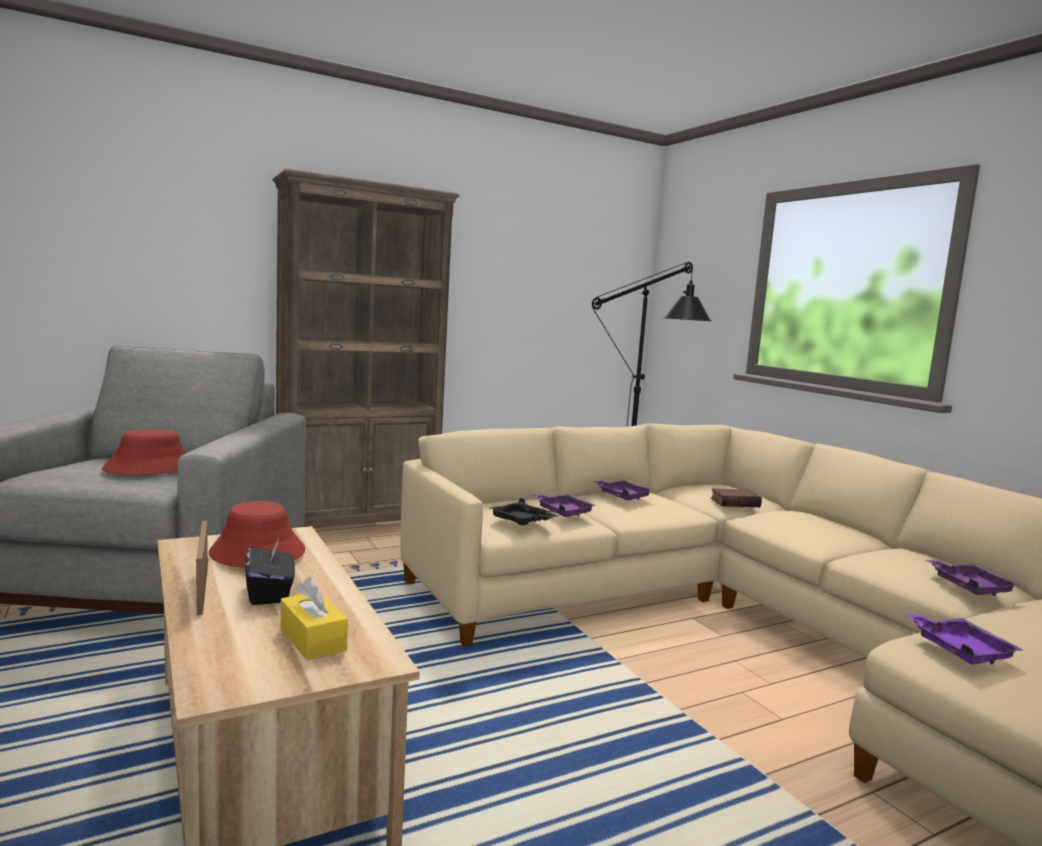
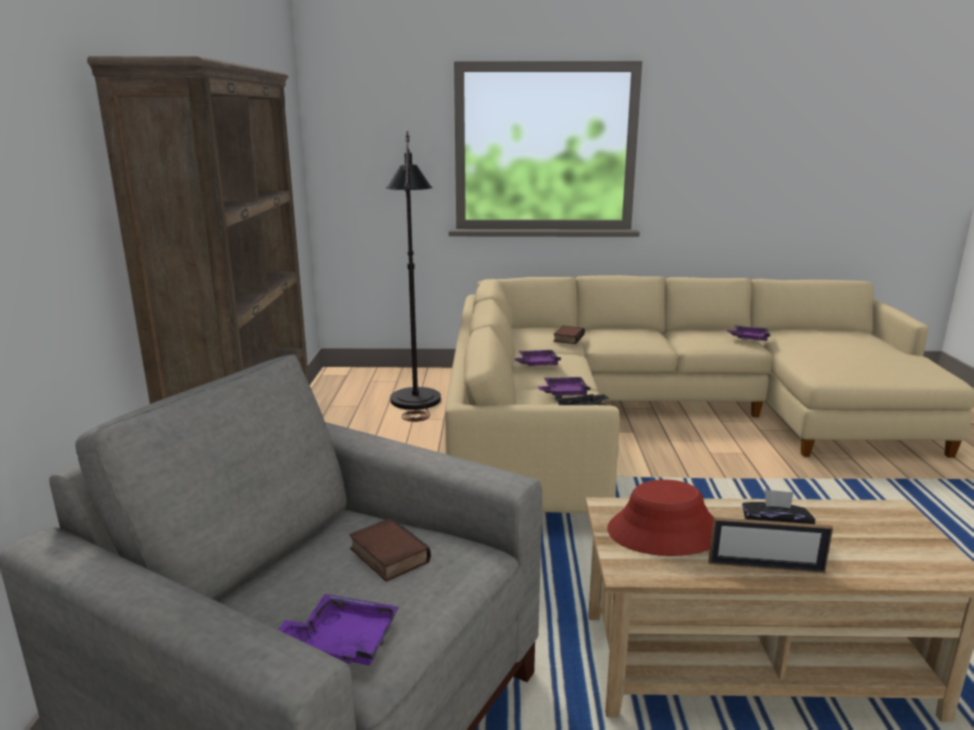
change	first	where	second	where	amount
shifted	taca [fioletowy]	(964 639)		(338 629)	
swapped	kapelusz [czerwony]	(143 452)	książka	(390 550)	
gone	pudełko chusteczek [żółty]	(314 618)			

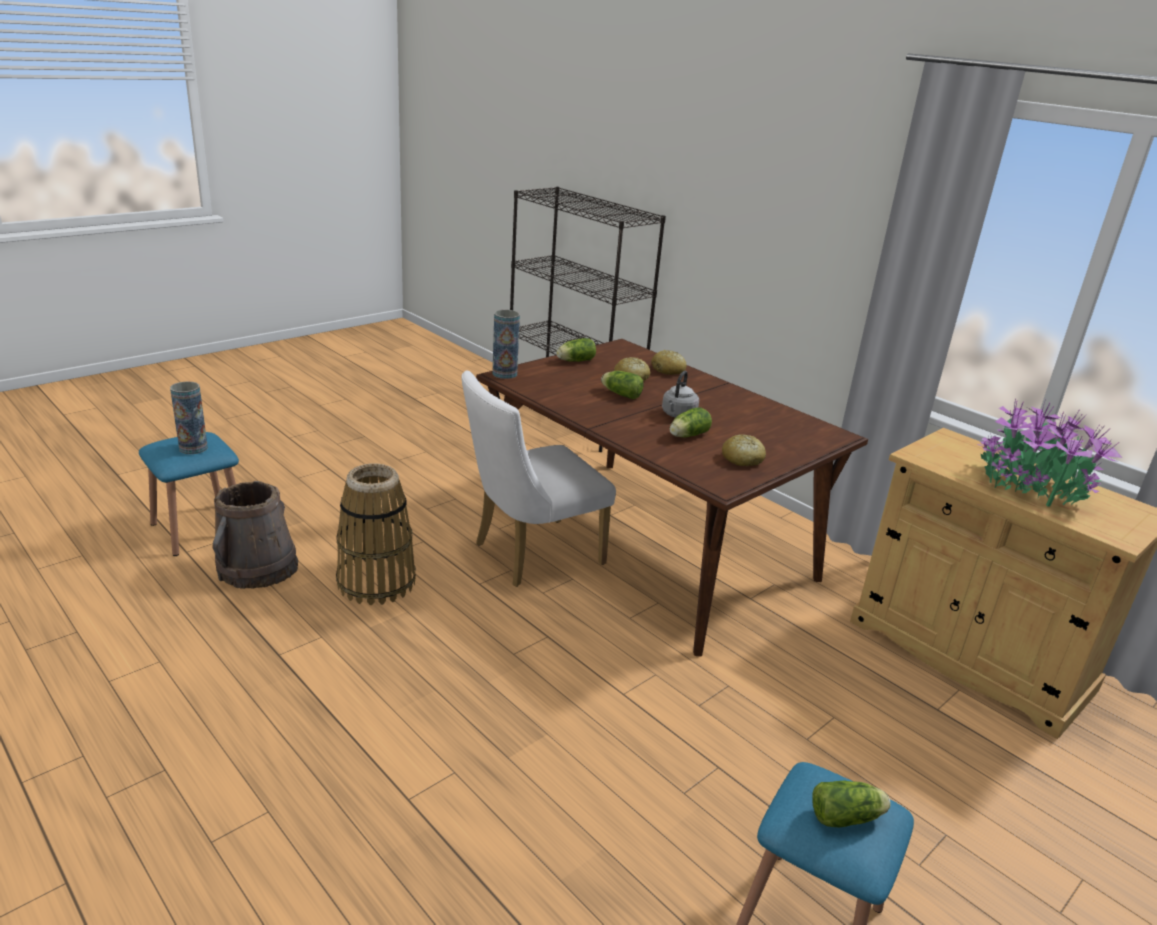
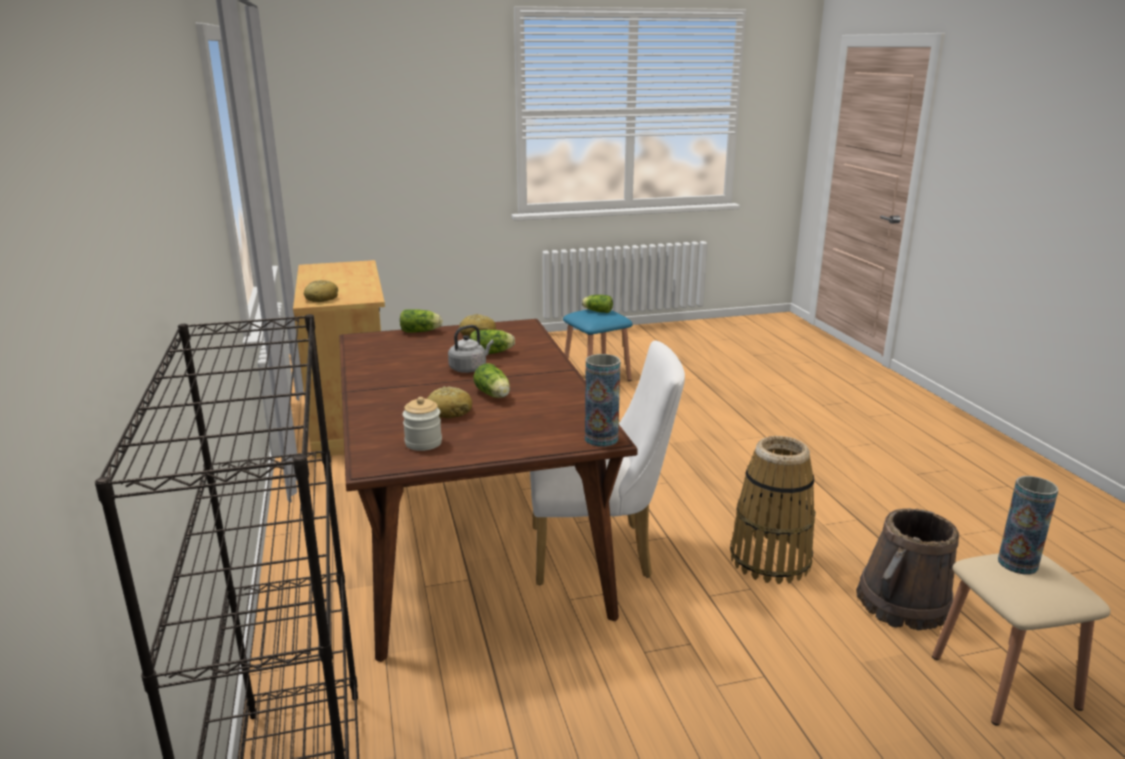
change	first	where	second	where	amount
shifted	chleb	(669 362)		(321 291)	
shifted	sałata	(576 350)		(421 321)	
new			słoik	(422 424)	
repainted	stołek [niebieski]	(189 494)	stołek [beżowy]	(1021 639)	
gone	roślina doniczkowa	(1050 452)			

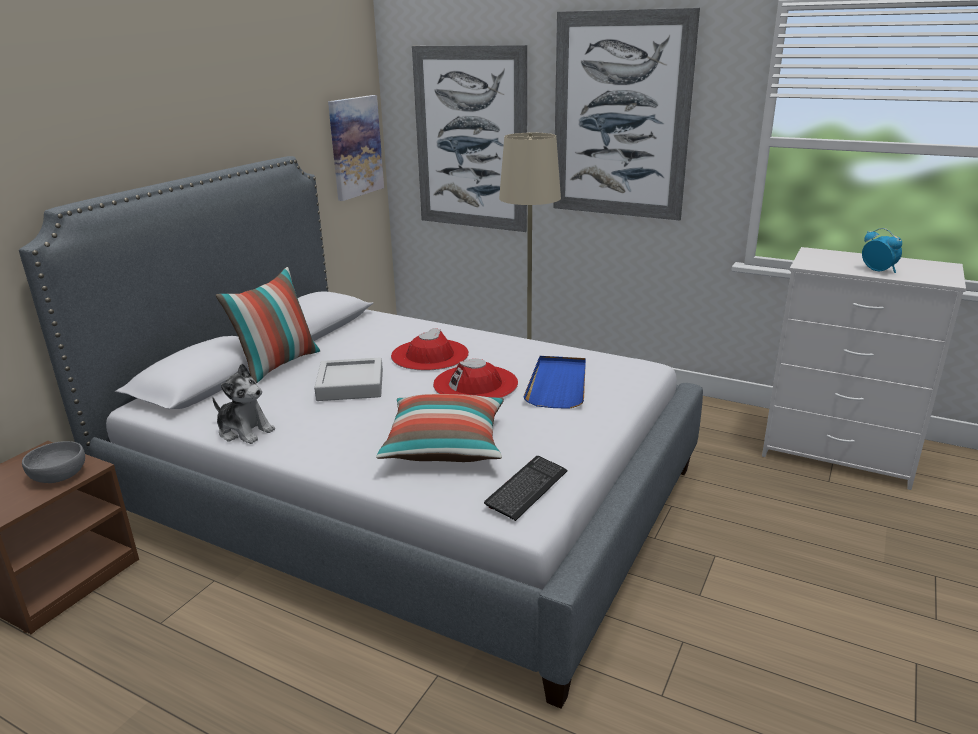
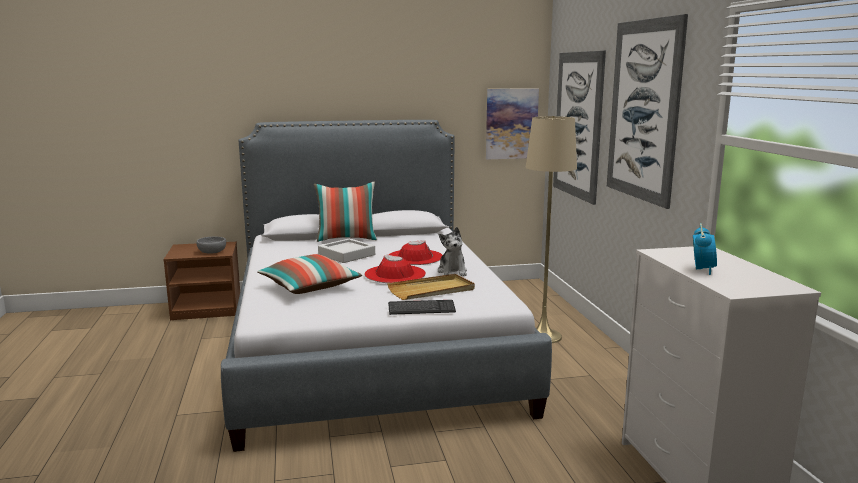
change	first	where	second	where	amount
repainted	taca [niebieski]	(554 382)	taca [beżowy]	(431 287)	
shifted	klawiatura	(526 488)		(422 307)	
shifted	pluszak	(243 404)		(452 251)	

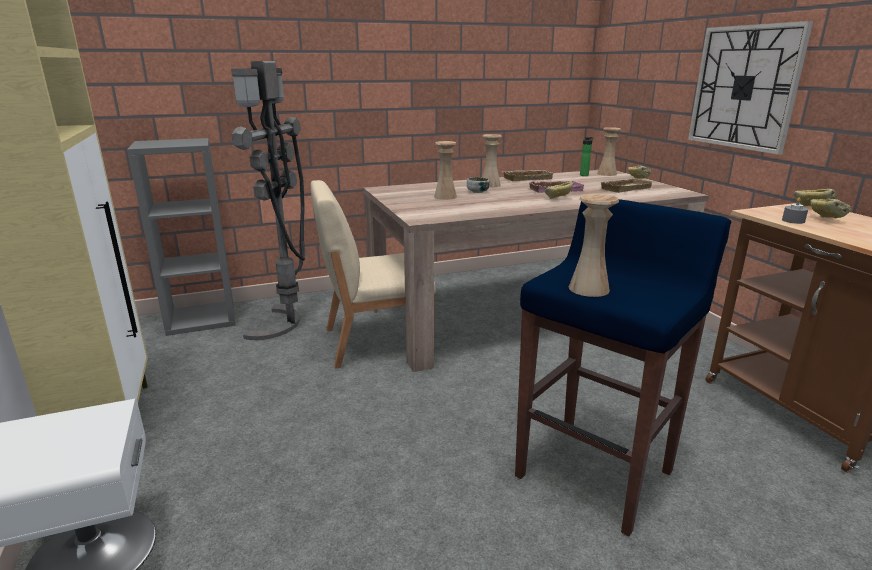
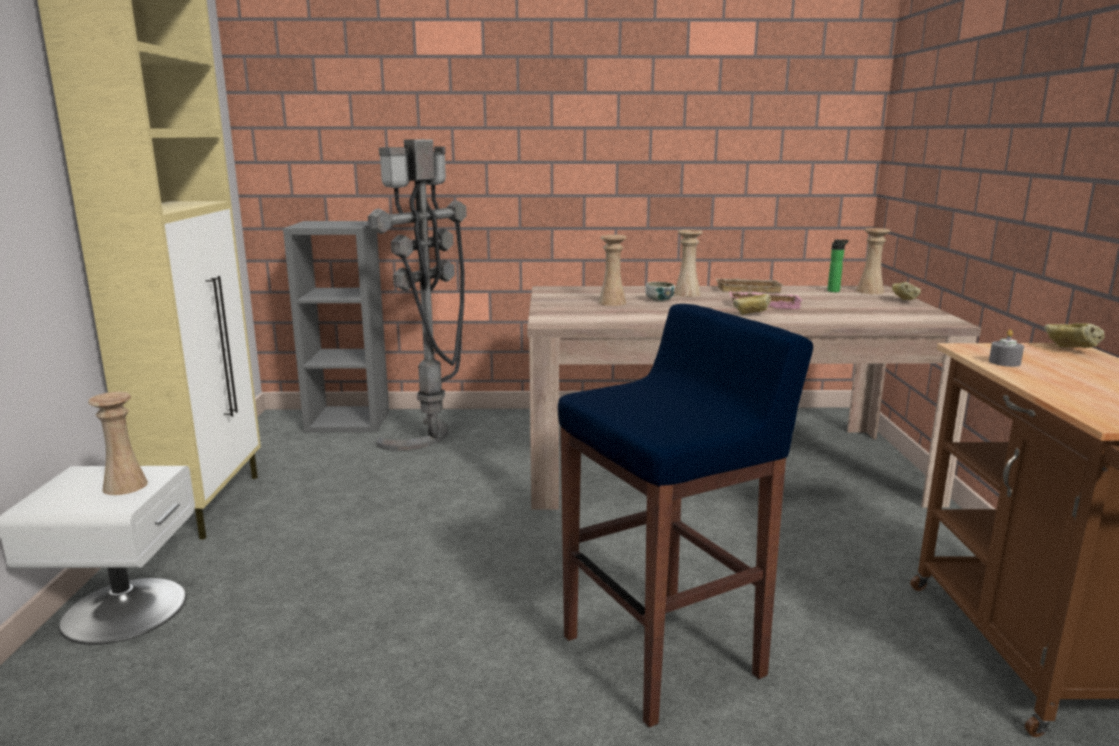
change	first	where	second	where	amount
shifted	wazon [beżowy]	(594 245)		(118 443)	
gone	krzesło [beżowy]	(373 274)			
gone	taca [beżowy]	(627 185)			
gone	zegar ścienny	(750 88)			
gone	chleb	(830 208)			

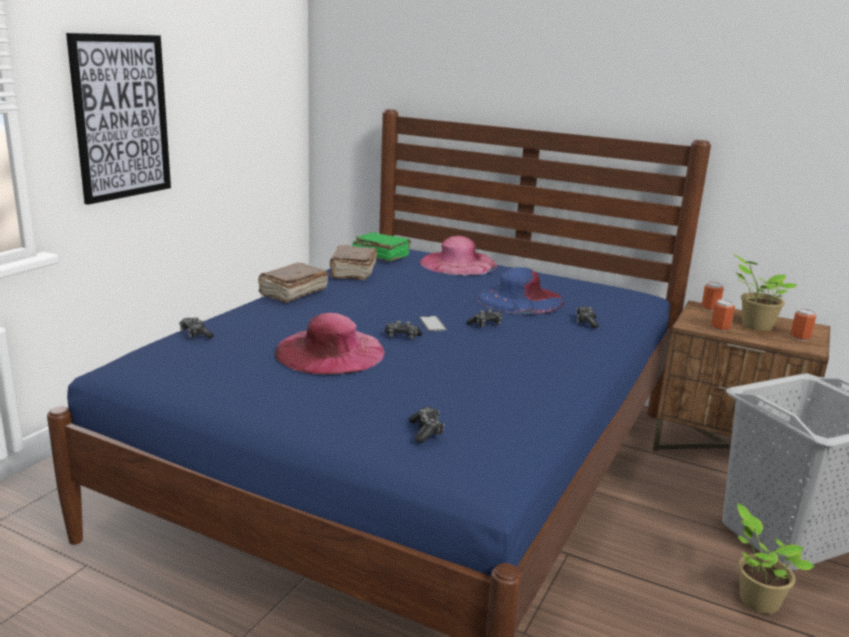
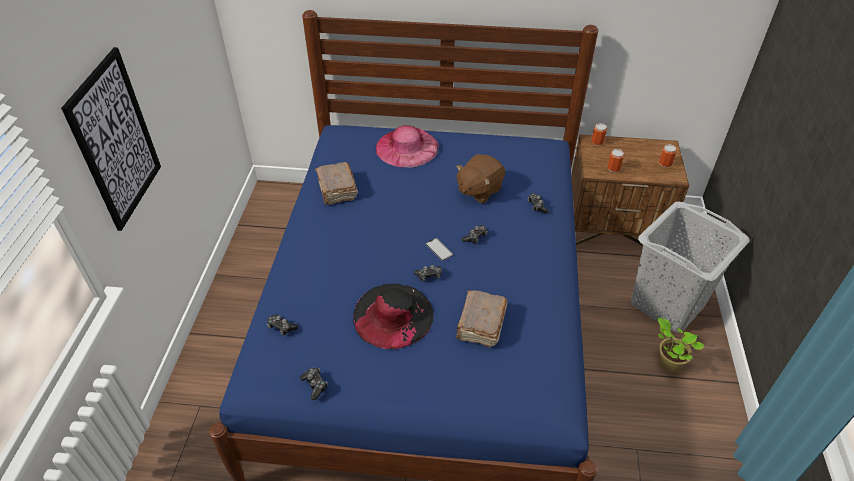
change	first	where	second	where	amount
shifted	pad do gier	(427 425)		(314 383)	
repainted	kapelusz [różowy]	(329 344)	kapelusz [czarny]	(393 316)	
swapped	kapelusz [niebieski]	(520 291)	pluszak [brązowy]	(480 178)	
shifted	książka [brązowy]	(293 283)		(481 319)	
gone	książka [zielony]	(381 246)			
gone	roślina doniczkowa	(765 292)			

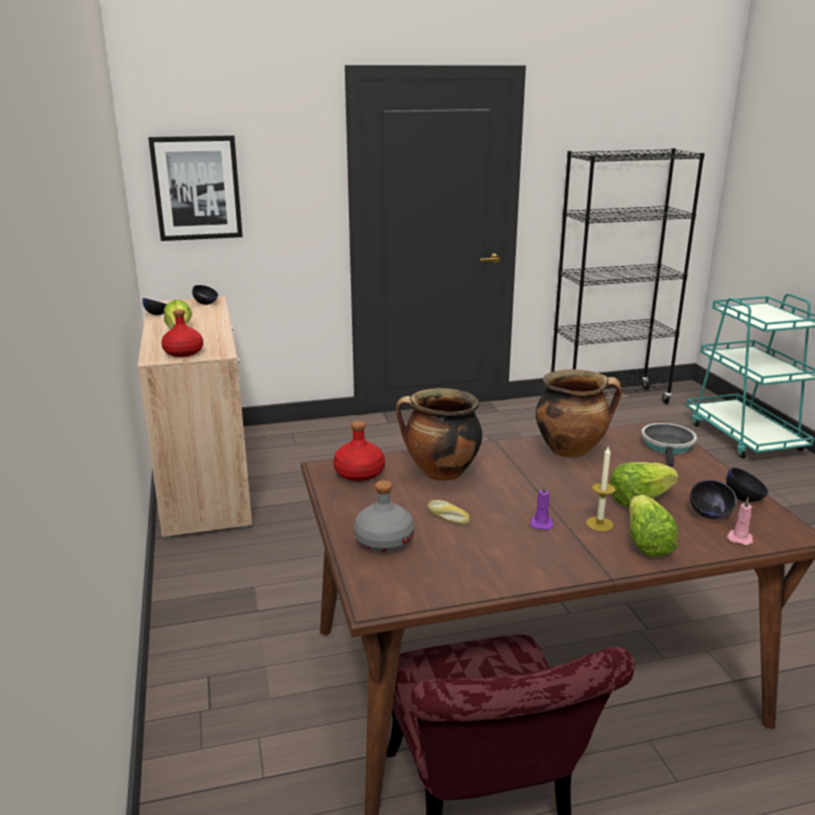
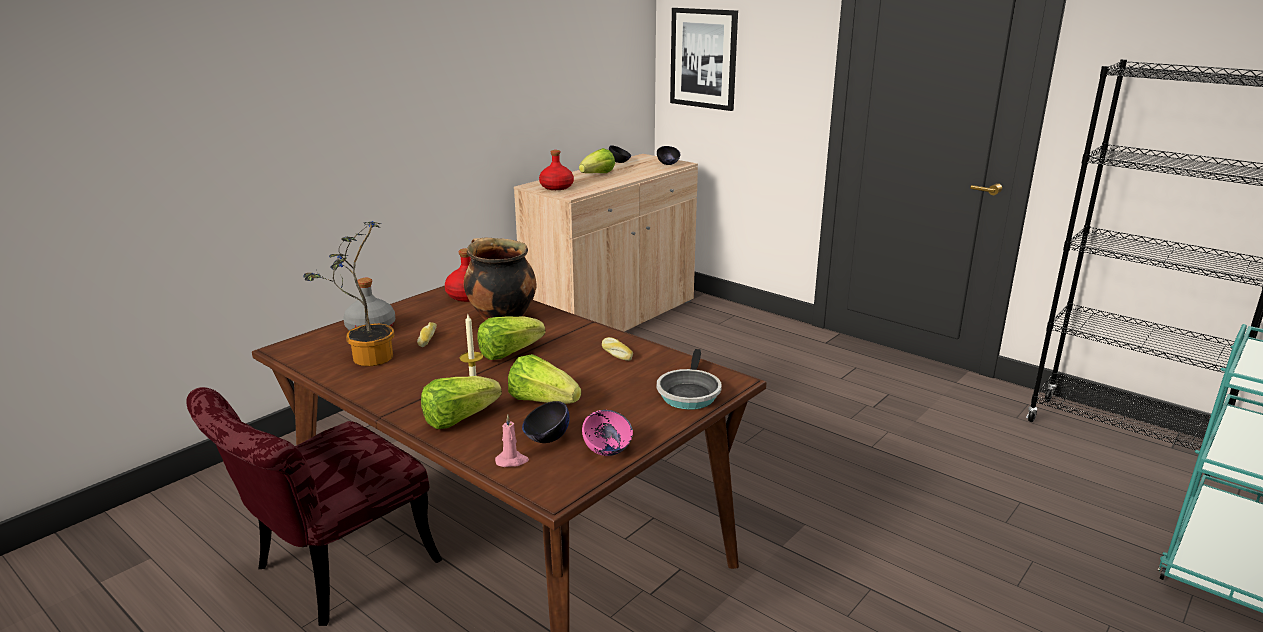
change	first	where	second	where	amount
new			roślina doniczkowa	(349 293)	
new			sałata	(512 338)	
repainted	miska [czarny]	(747 484)	miska [różowy]	(607 433)	
swapped	garnek	(579 413)	chleb	(617 349)	
rotated	patelnia	(669 445)		(689 379)	120 degrees clockwise
gone	świeca [fioletowy]	(542 506)			

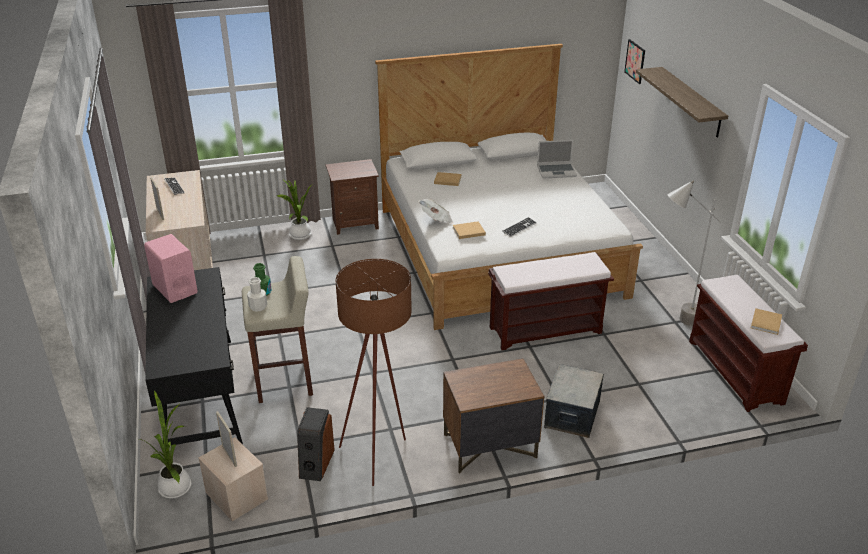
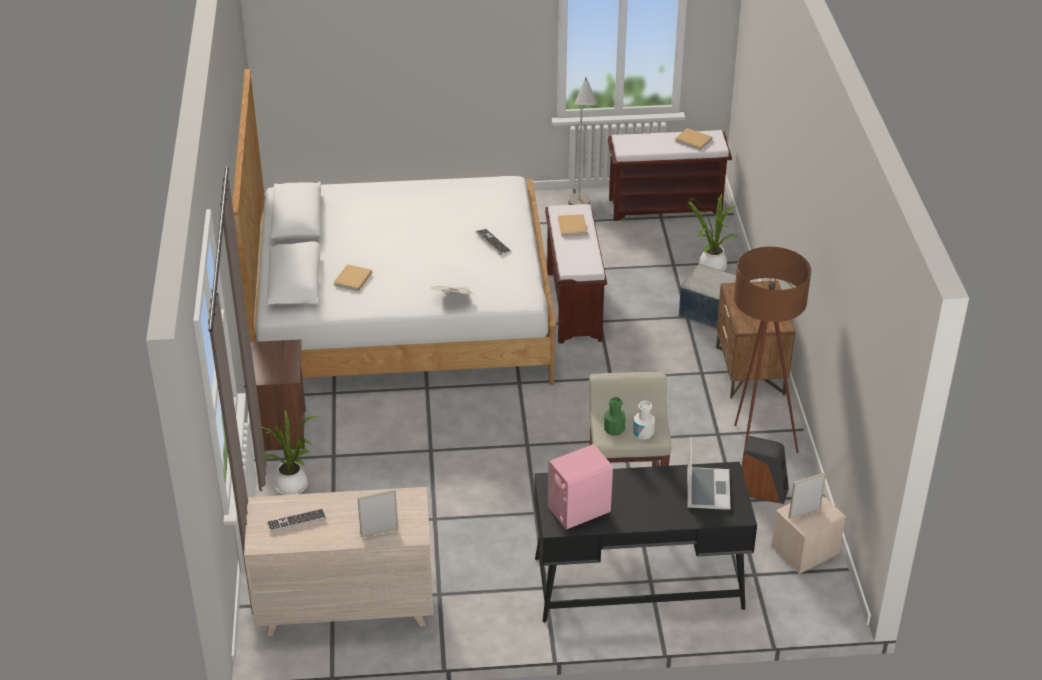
change	first	where	second	where	amount
shifted	książka [beżowy]	(469 230)		(573 225)	
shifted	roślina doniczkowa	(165 445)		(712 232)	
shifted	laptop	(557 159)		(709 473)	
gone	obraz	(634 61)			
gone	półka	(682 102)			

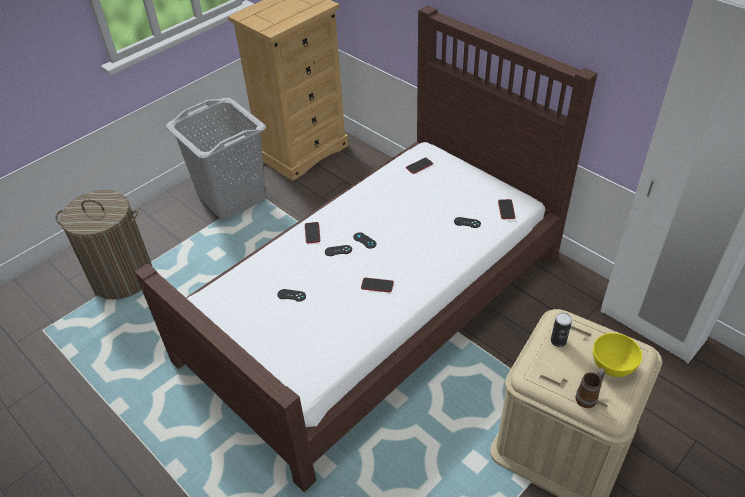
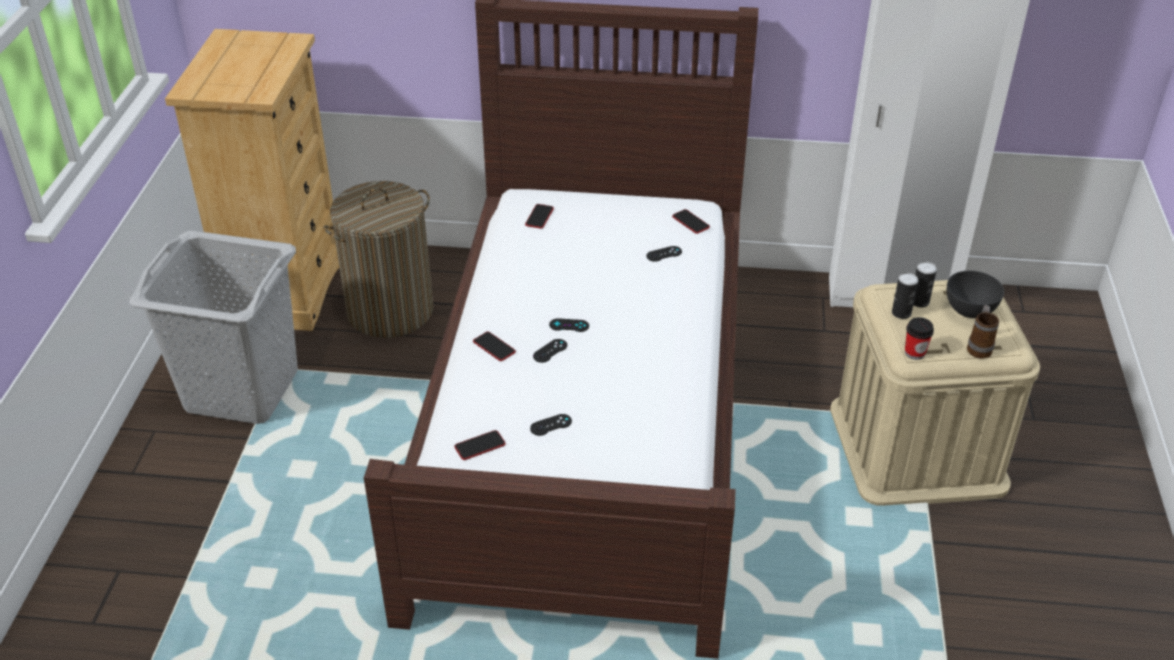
change	first	where	second	where	amount
shifted	kosz na pranie	(103 245)		(378 259)	
shifted	telefon	(377 285)		(480 445)	
new			filiżanka	(919 338)	
new			puszka	(925 284)	
repainted	miska [żółty]	(617 355)	miska [szary]	(975 294)	

